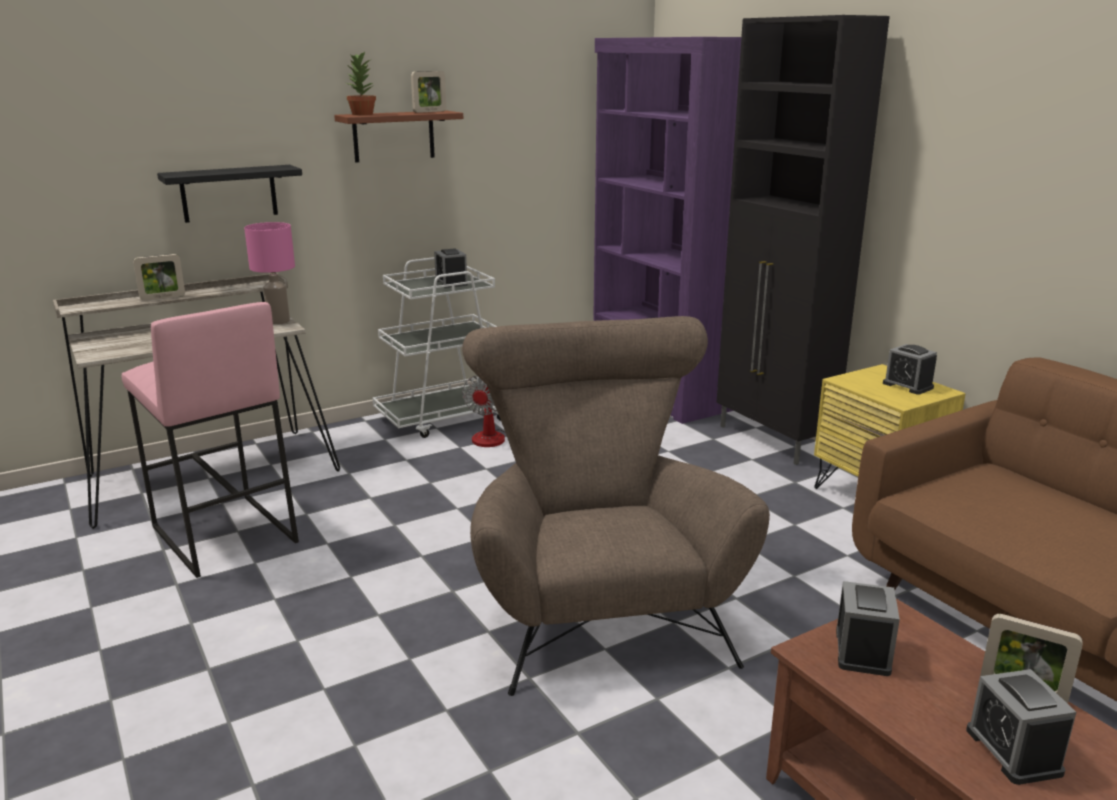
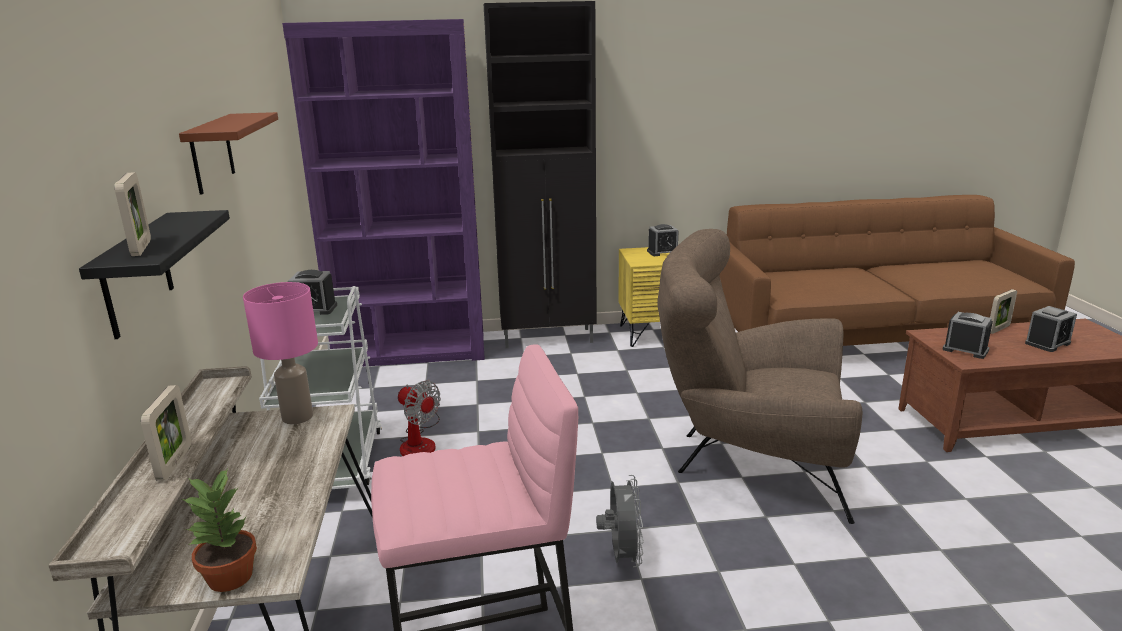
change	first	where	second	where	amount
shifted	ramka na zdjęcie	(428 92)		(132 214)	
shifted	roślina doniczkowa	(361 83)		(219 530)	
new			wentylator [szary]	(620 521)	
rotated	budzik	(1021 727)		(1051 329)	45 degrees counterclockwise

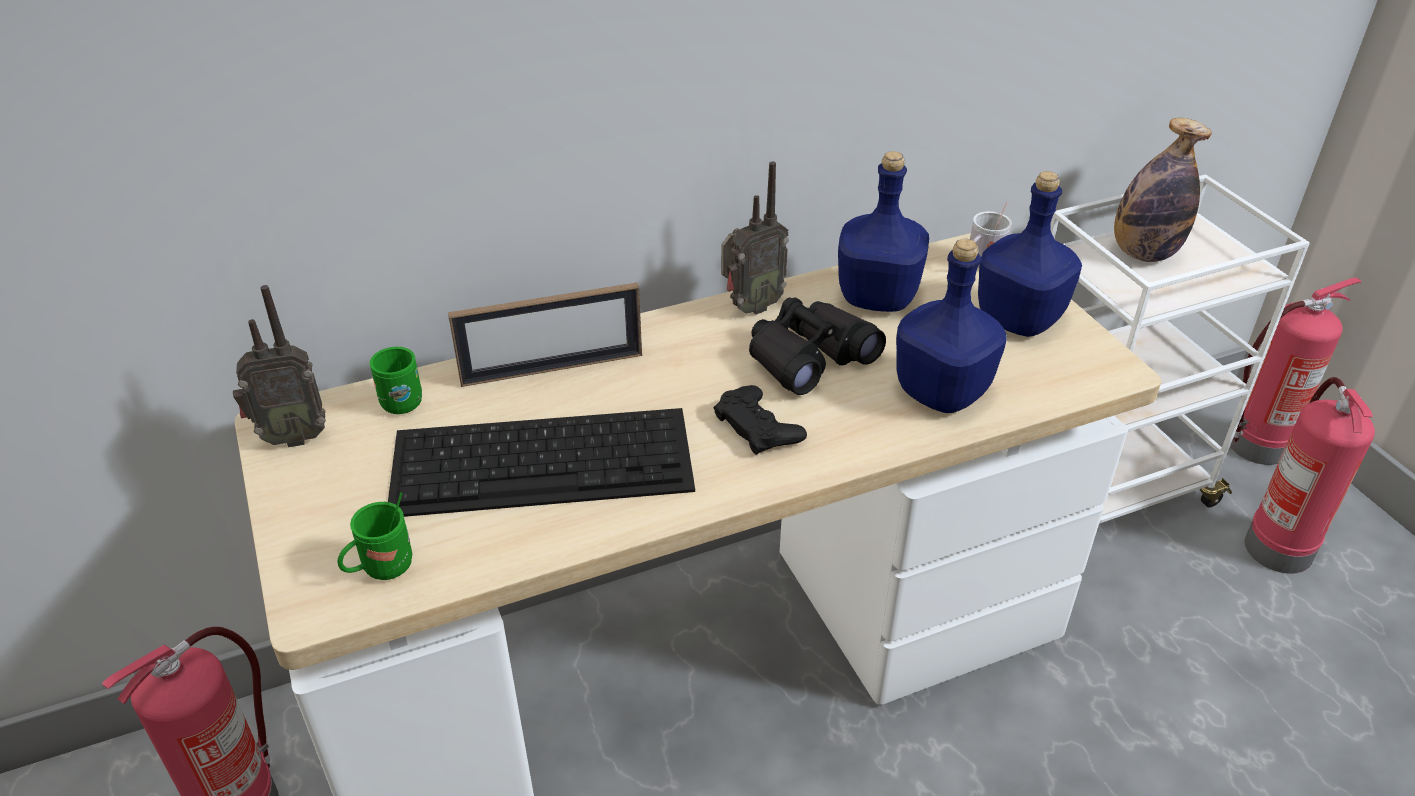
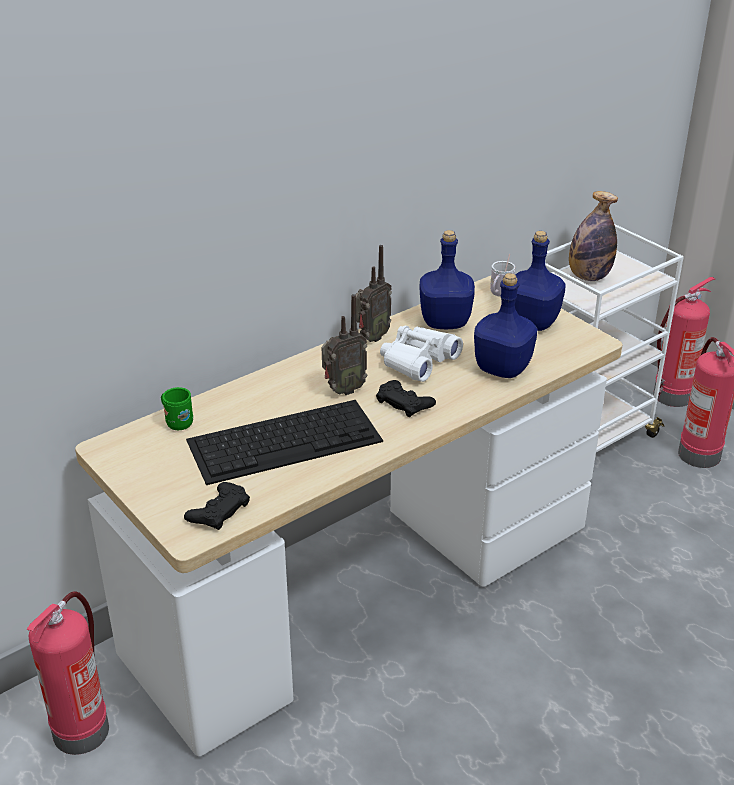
change	first	where	second	where	amount
swapped	kubek [zielony]	(375 536)	pad do gier [czarny]	(217 506)	
shifted	radio	(279 366)		(344 344)	
repainted	lornetka [czarny]	(817 346)	lornetka [biały]	(421 354)	
gone	ramka na zdjęcie	(545 334)			

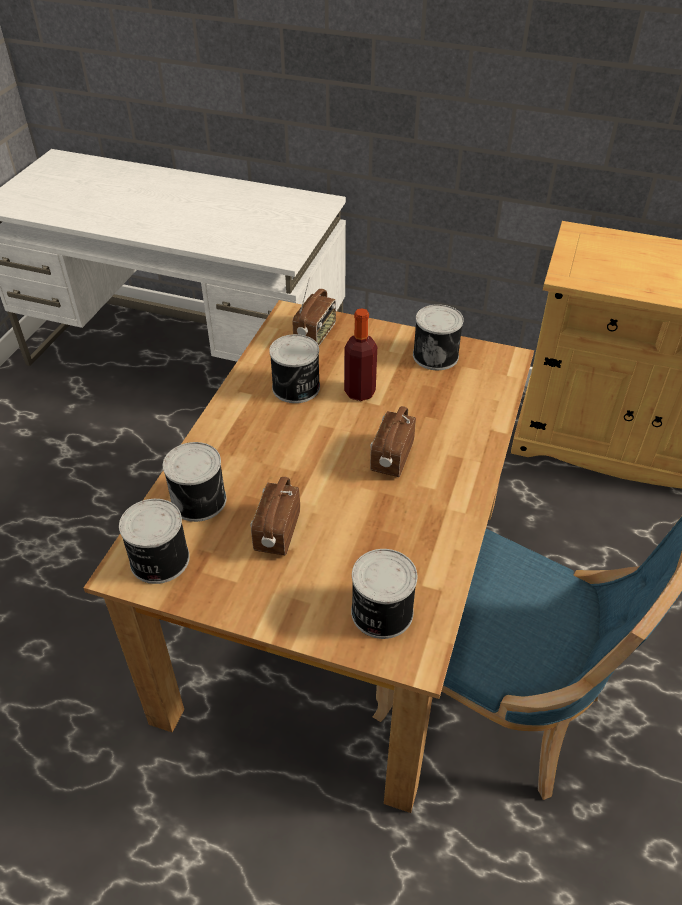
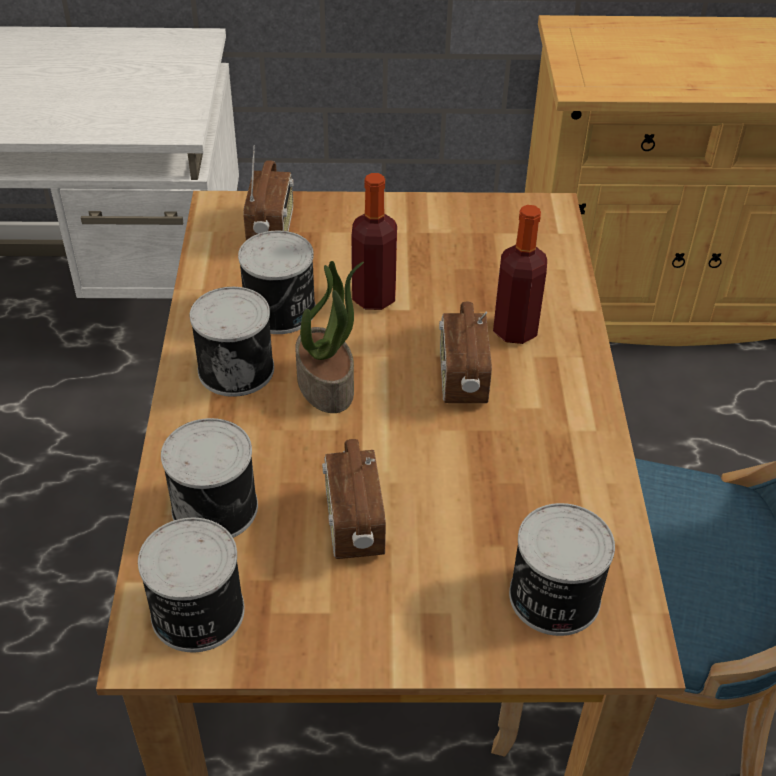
change	first	where	second	where	amount
shifted	puszka	(438 337)		(232 342)	
new			roślina doniczkowa	(329 337)	
new			butelka	(520 274)	

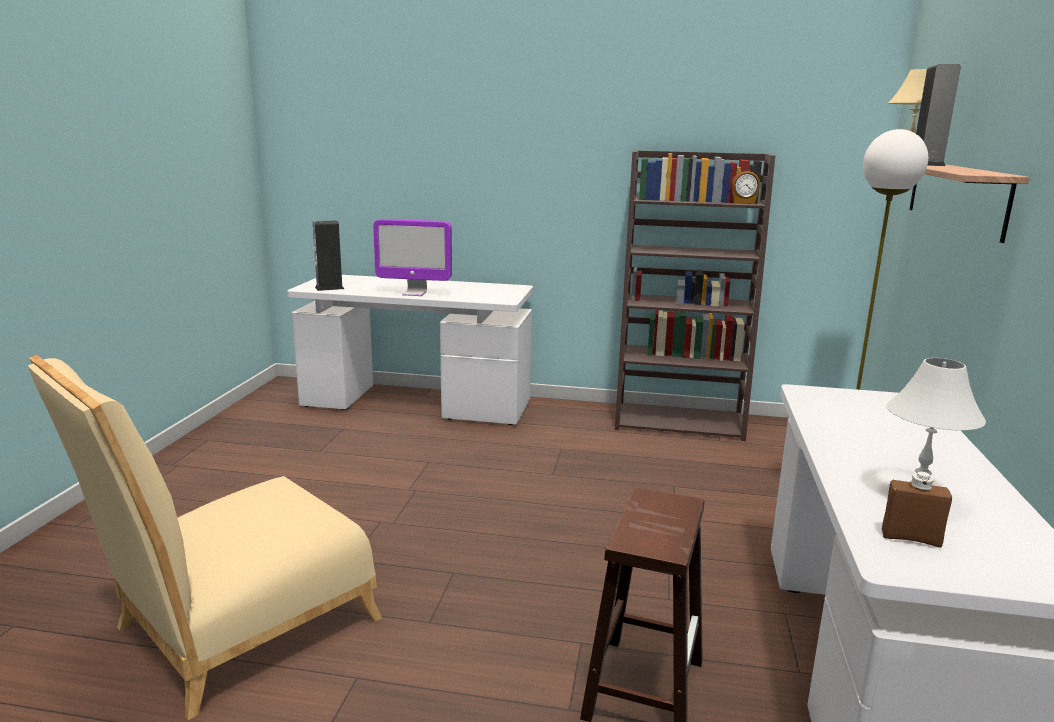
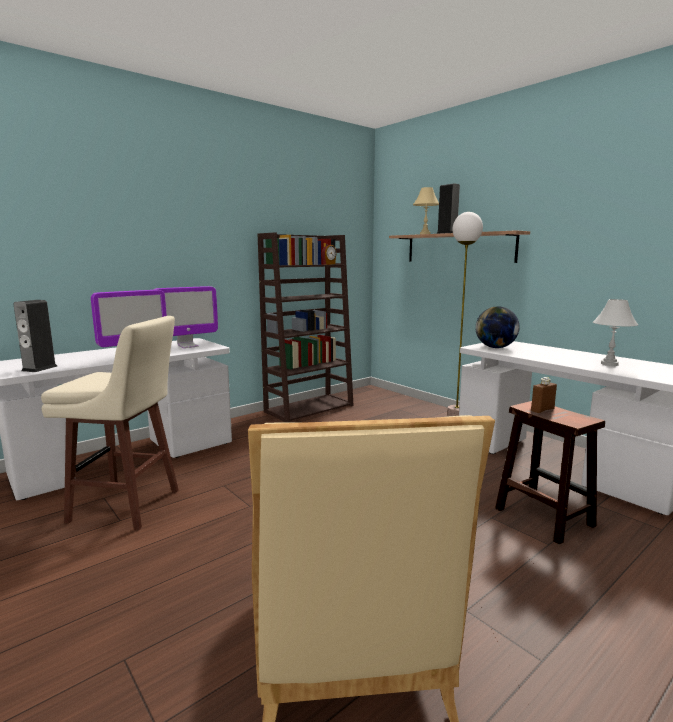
change	first	where	second	where	amount
new			stołek [beżowy]	(110 423)	
new			monitor	(185 317)	
new			globus	(498 327)	
shifted	butelka [brązowy]	(917 510)		(544 395)	

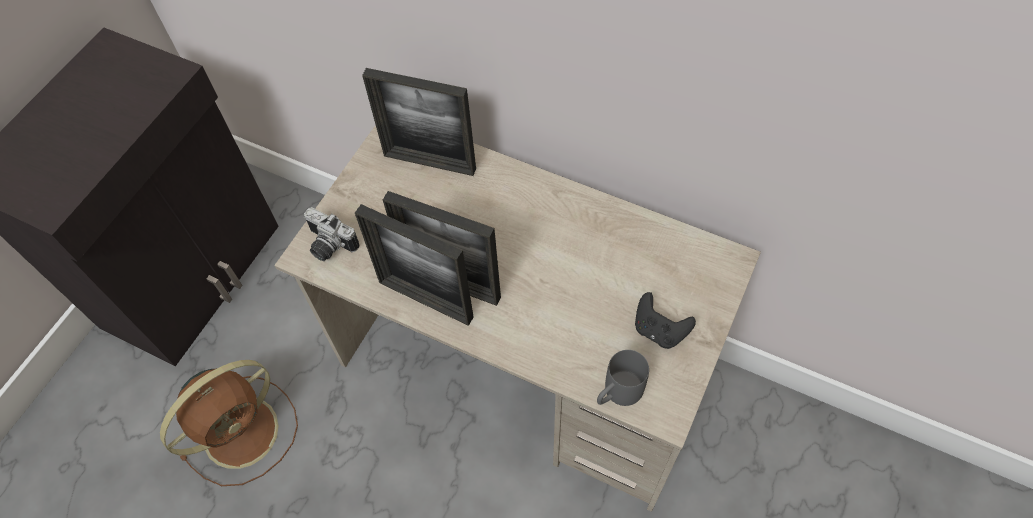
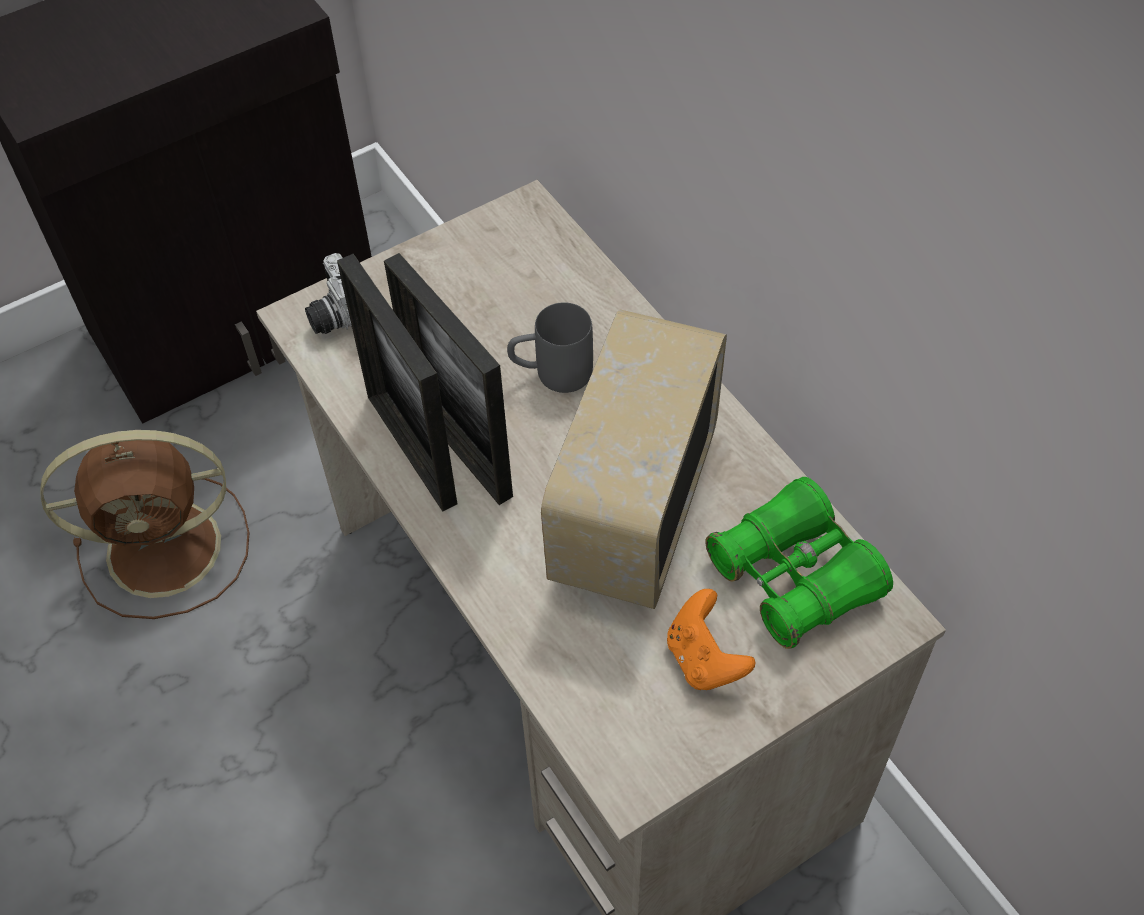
change	first	where	second	where	amount
shifted	kubek [szary]	(623 378)		(550 347)	
new			radio	(634 459)	
repainted	pad do gier [czarny]	(665 320)	pad do gier [pomarańczowy]	(711 639)	
new			lornetka [zielony]	(799 563)	
gone	ramka na zdjęcie	(419 122)			

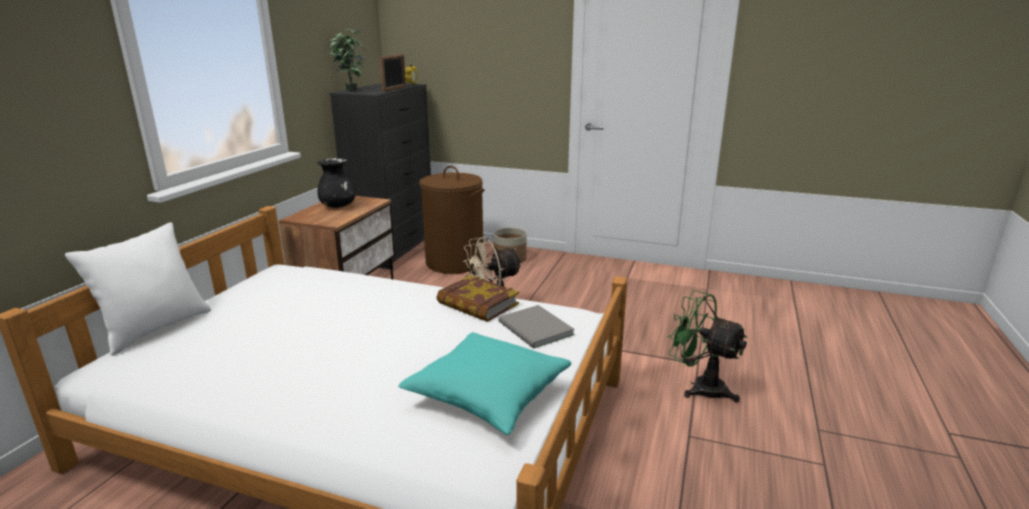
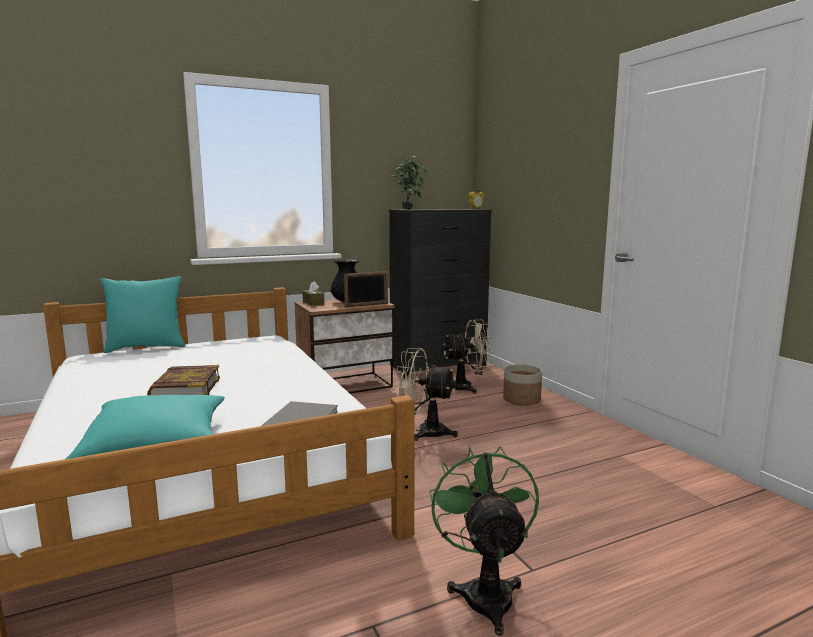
change	first	where	second	where	amount
repainted	poduszka [biały]	(138 289)	poduszka [turkusowy]	(142 314)	
shifted	książka	(478 298)		(183 380)	
new			pudełko chusteczek [brązowy]	(313 293)	
shifted	ramka na zdjęcie	(393 73)		(366 289)	
swapped	kosz na pranie [brązowy]	(451 220)	wentylator [beżowy]	(468 357)	

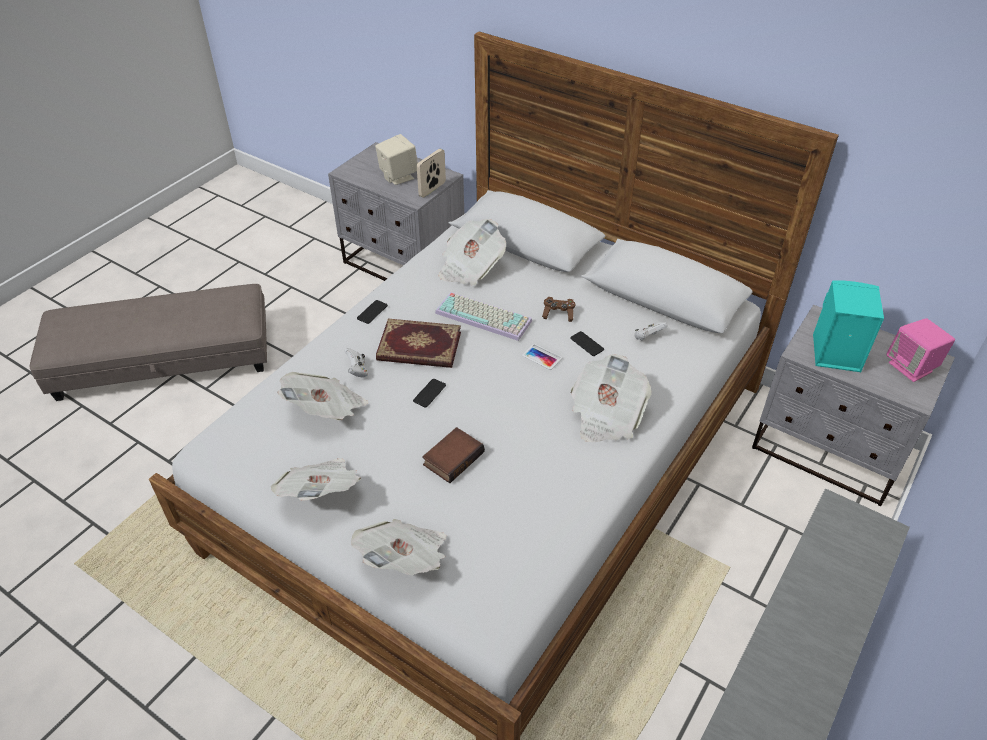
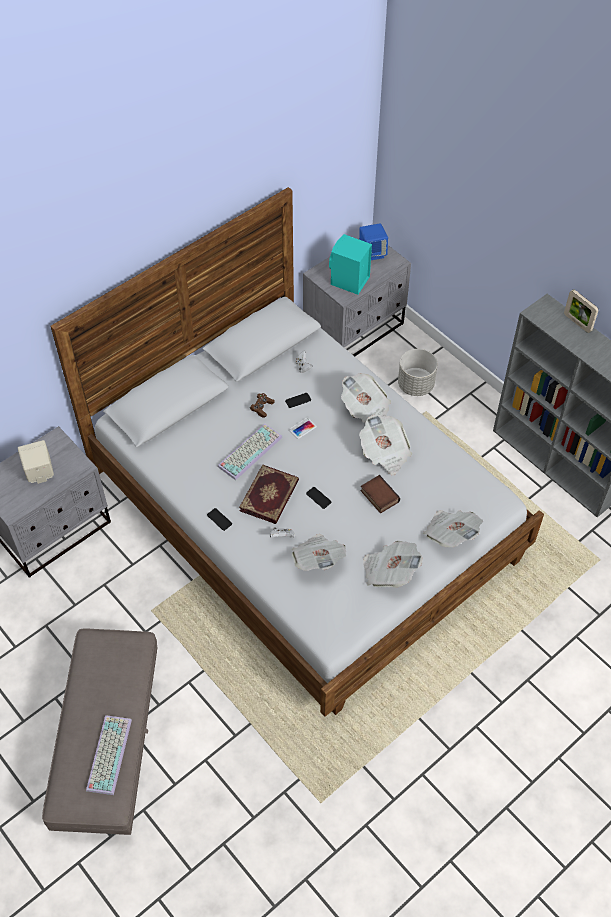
change	first	where	second	where	amount
new			klawiatura	(109 755)	
repainted	głośnik [różowy]	(920 350)	głośnik [niebieski]	(373 241)	
shifted	gazeta	(472 252)		(385 444)	
new			donica [szary]	(418 372)	
shifted	ramka na zdjęcie	(431 173)		(581 311)	

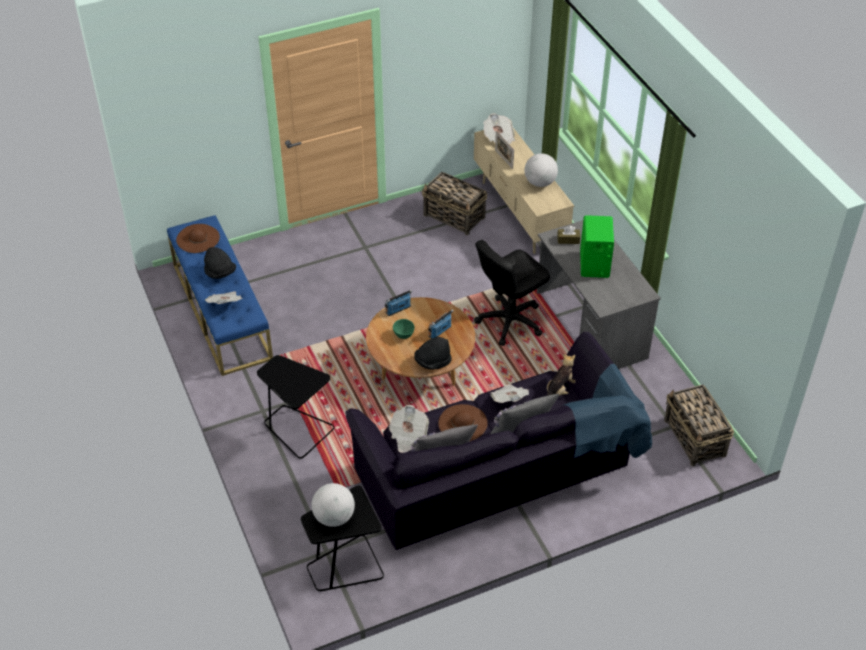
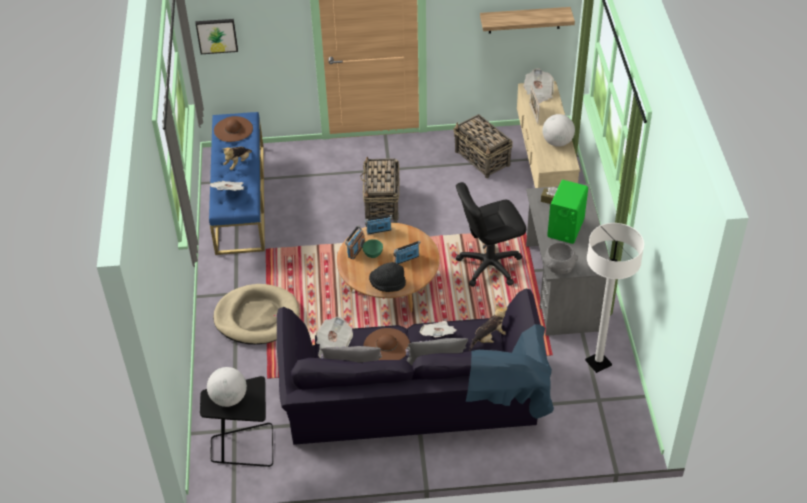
change	first	where	second	where	amount
new			obraz	(217 36)	
swapped	stolik [czarny]	(295 407)	legowisko [beżowy]	(256 314)	
swapped	kapelusz [czarny]	(220 263)	pluszak	(237 158)	
new			radio	(355 242)	
shifted	koszyk	(699 425)		(379 189)	
new			półka	(527 20)	
new			miska [szary]	(560 258)	
new			lampa stojąca [biały]	(614 298)	

